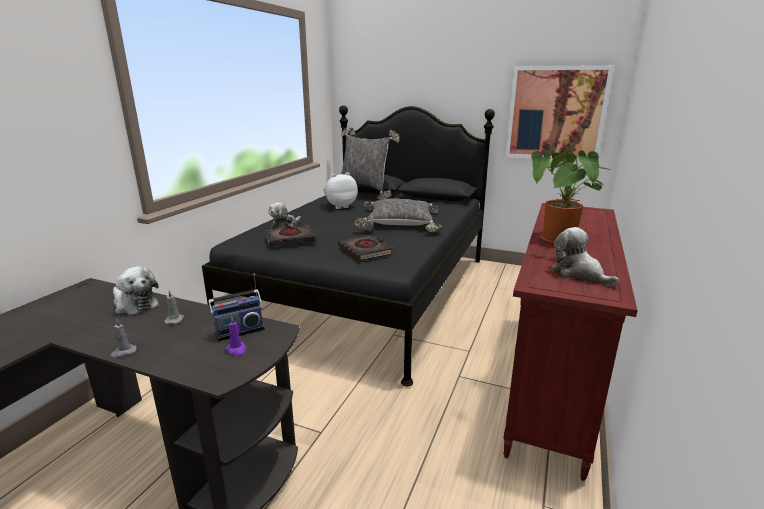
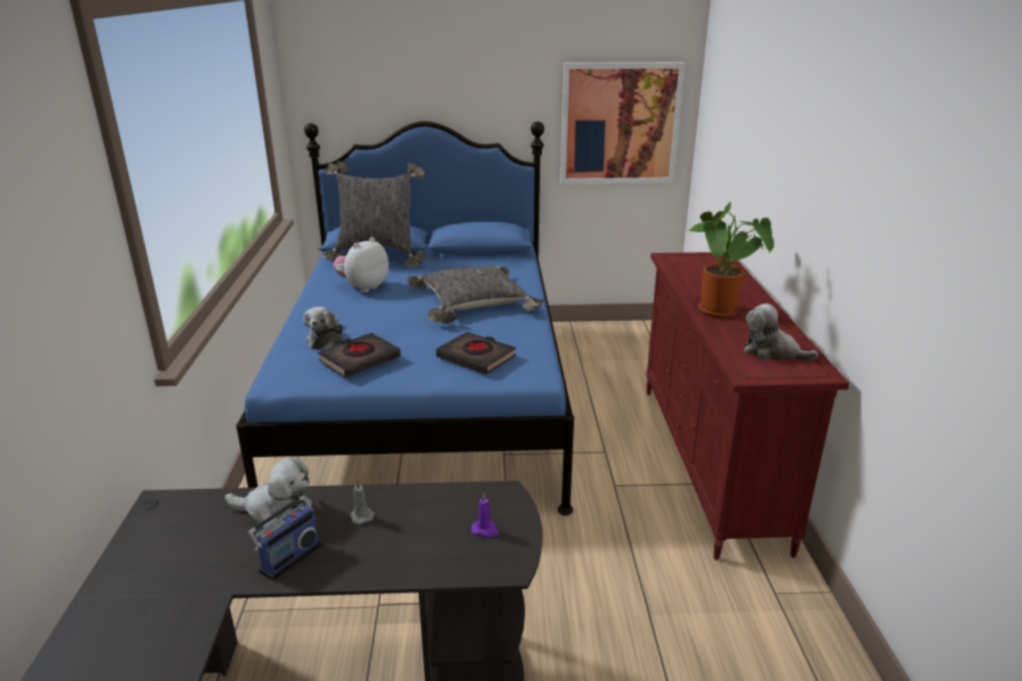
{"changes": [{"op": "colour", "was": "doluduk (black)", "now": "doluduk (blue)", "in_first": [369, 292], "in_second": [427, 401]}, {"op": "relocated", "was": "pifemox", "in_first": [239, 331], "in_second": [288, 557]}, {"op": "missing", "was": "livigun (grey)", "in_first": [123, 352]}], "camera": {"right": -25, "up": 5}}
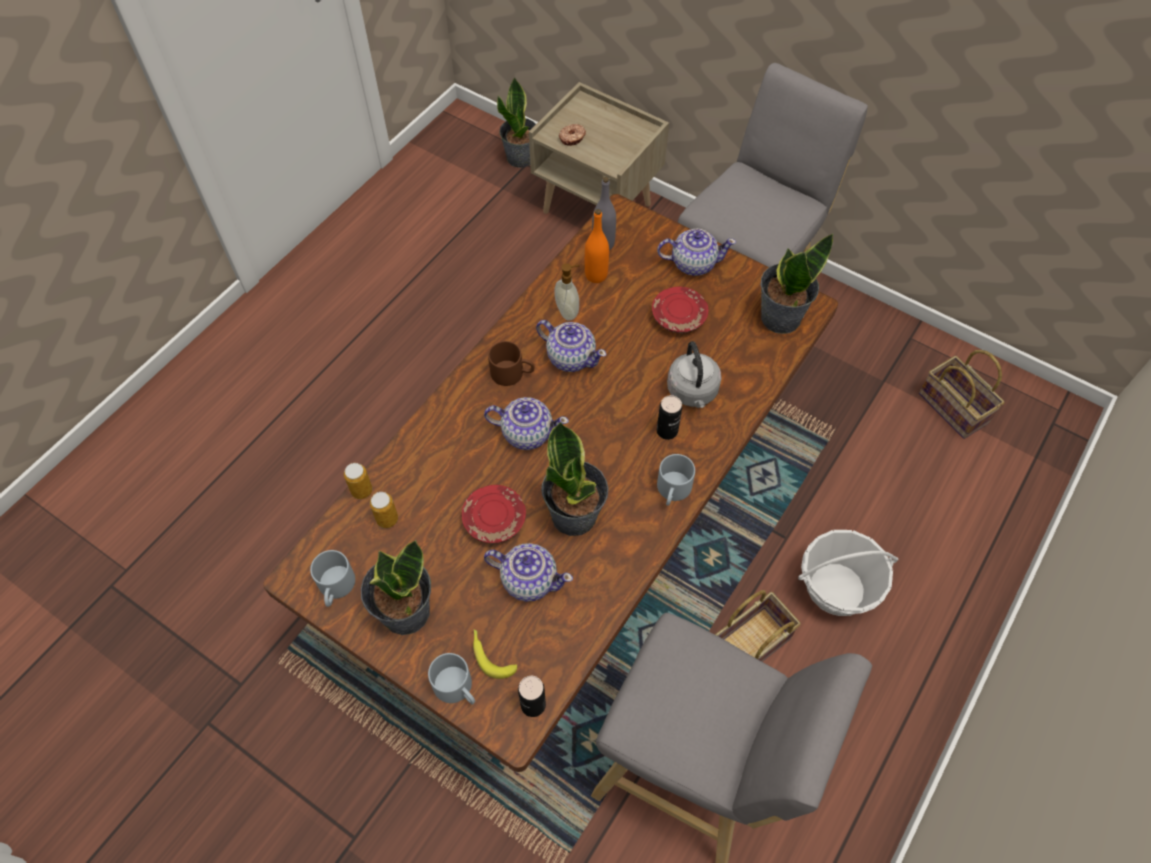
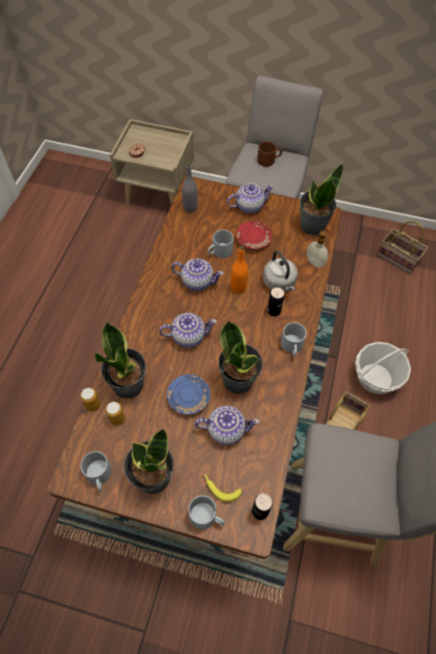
{"changes": [{"op": "relocated", "was": "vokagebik", "in_first": [521, 158], "in_second": [129, 384]}, {"op": "relocated", "was": "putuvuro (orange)", "in_first": [596, 275], "in_second": [238, 288]}, {"op": "relocated", "was": "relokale", "in_first": [568, 311], "in_second": [315, 262]}, {"op": "relocated", "was": "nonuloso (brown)", "in_first": [512, 373], "in_second": [269, 160]}, {"op": "colour", "was": "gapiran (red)", "now": "gapiran (blue)", "in_first": [495, 520], "in_second": [189, 398]}, {"op": "appeared", "now": "nonuloso (grey)", "in_second": [219, 252]}], "camera": {"right": -20, "up": 0}}
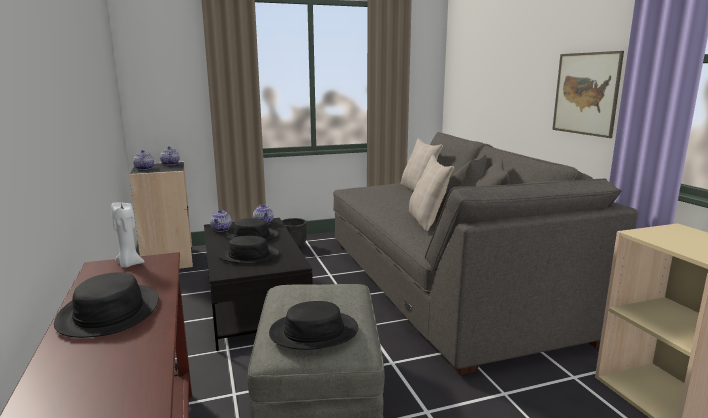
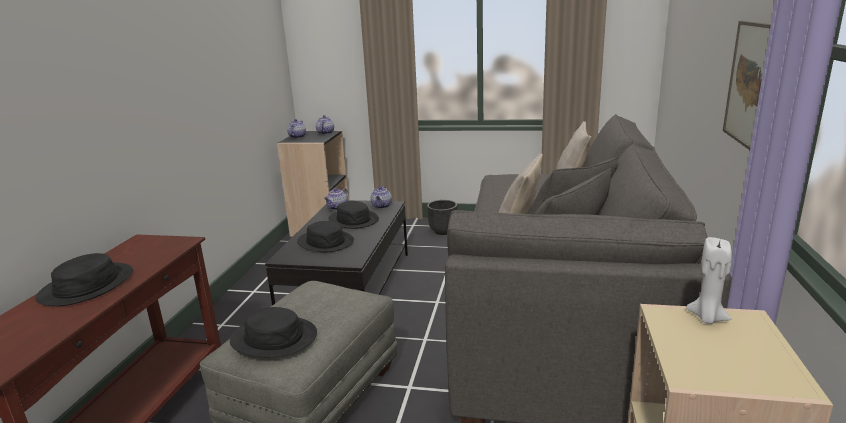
{"changes": [{"op": "relocated", "was": "livigun (white)", "in_first": [129, 264], "in_second": [707, 318]}], "camera": {"right": 30, "up": 5}}
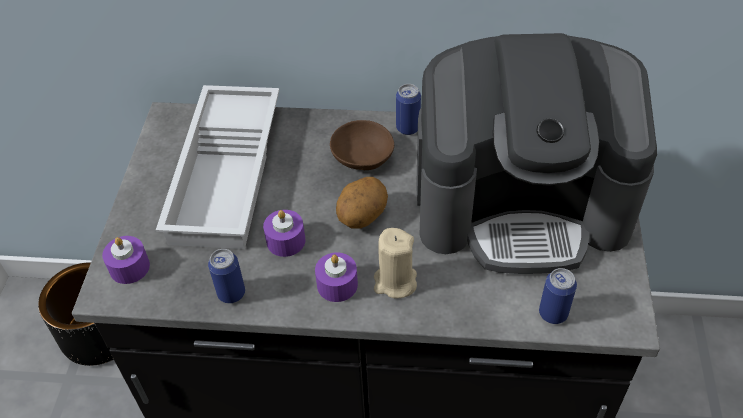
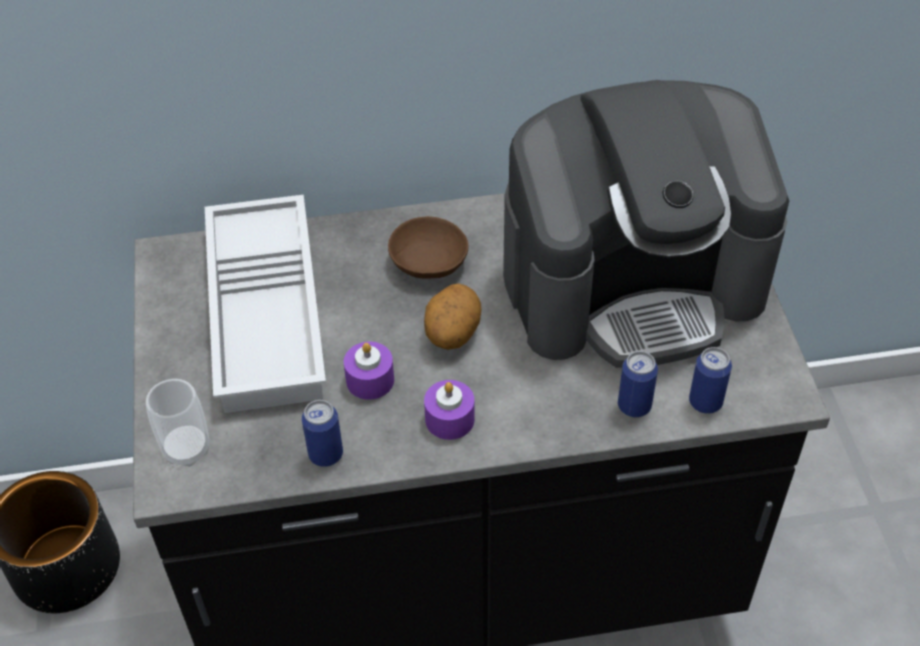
{"changes": [{"op": "relocated", "was": "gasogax", "in_first": [408, 128], "in_second": [634, 406]}, {"op": "missing", "was": "livigun (beige)", "in_first": [395, 282]}, {"op": "exchanged", "was": "livigun (purple)", "now": "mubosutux", "in_first": [129, 267], "in_second": [186, 449]}], "camera": {"right": -15, "up": 0}}
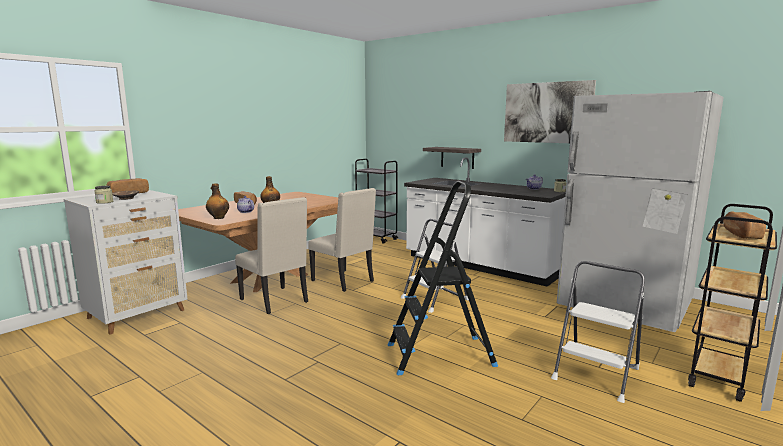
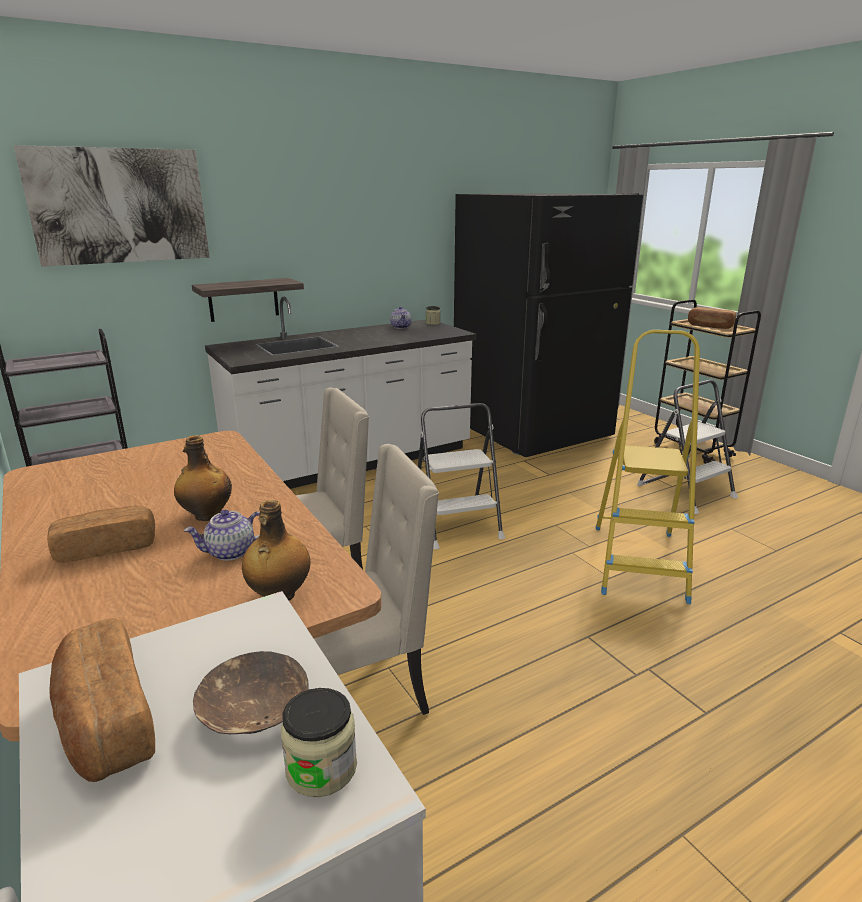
{"changes": [{"op": "relocated", "was": "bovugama", "in_first": [547, 112], "in_second": [120, 206]}, {"op": "colour", "was": "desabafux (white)", "now": "desabafux (black)", "in_first": [626, 303], "in_second": [532, 430]}, {"op": "colour", "was": "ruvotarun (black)", "now": "ruvotarun (yellow)", "in_first": [439, 355], "in_second": [638, 562]}], "camera": {"right": -70, "up": 10}}
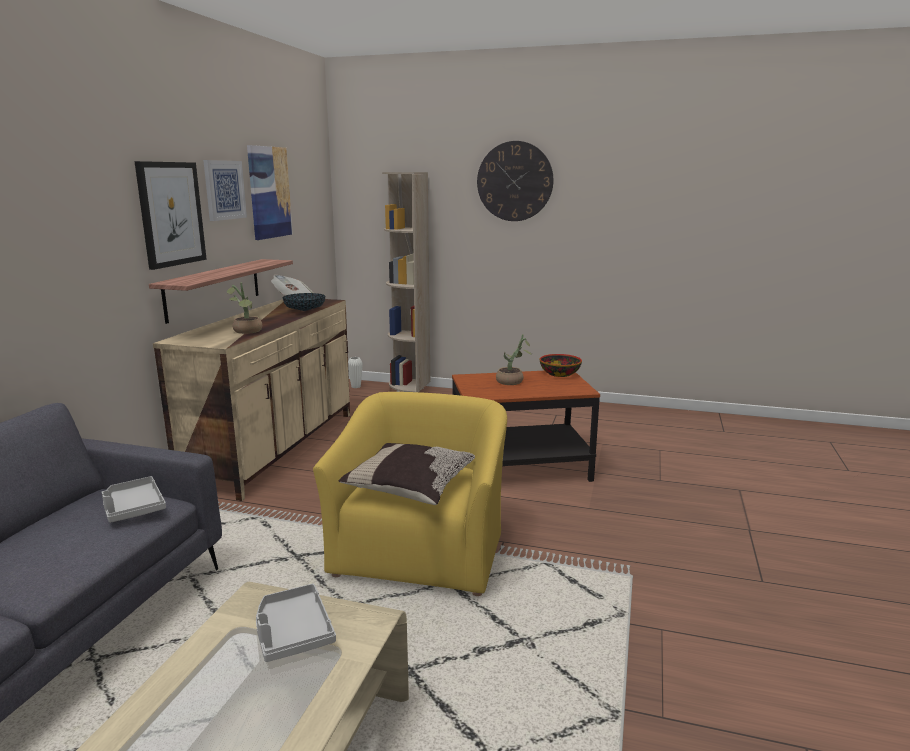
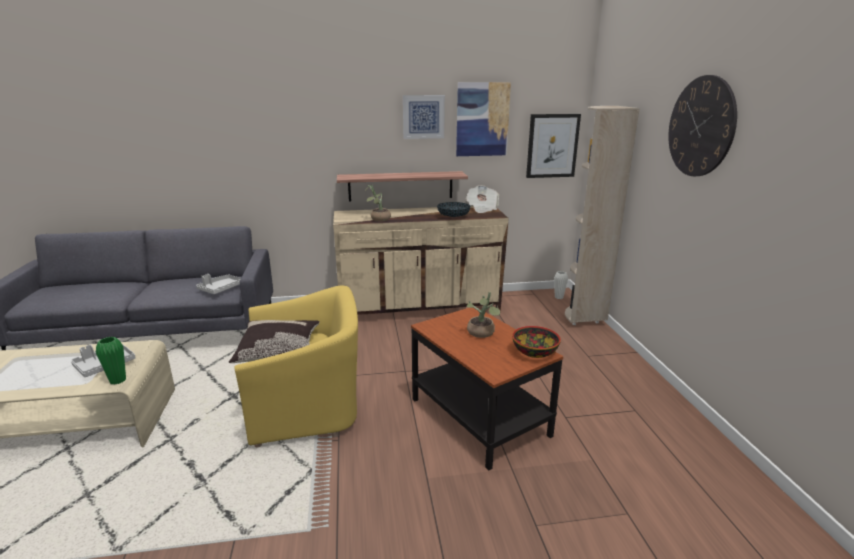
{"changes": [{"op": "relocated", "was": "bovugama", "in_first": [171, 214], "in_second": [552, 146]}, {"op": "appeared", "now": "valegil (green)", "in_second": [118, 380]}], "camera": {"right": 65, "up": 5}}
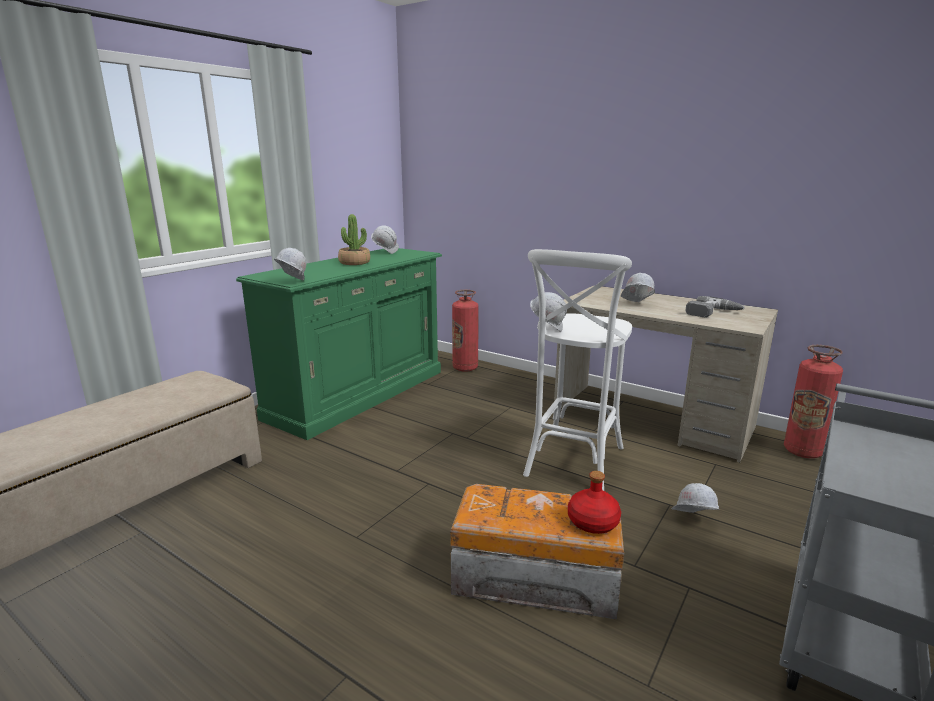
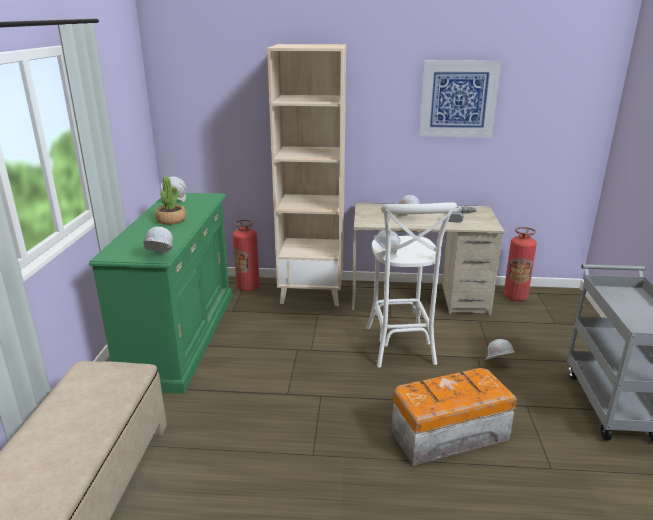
{"changes": [{"op": "missing", "was": "putuvuro (red)", "in_first": [593, 522]}, {"op": "appeared", "now": "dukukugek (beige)", "in_second": [312, 293]}, {"op": "appeared", "now": "bovugama", "in_second": [458, 99]}], "camera": {"right": -30, "up": 5}}
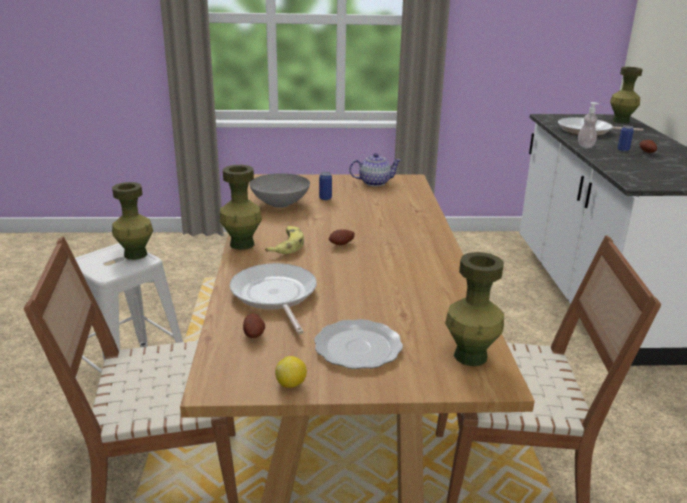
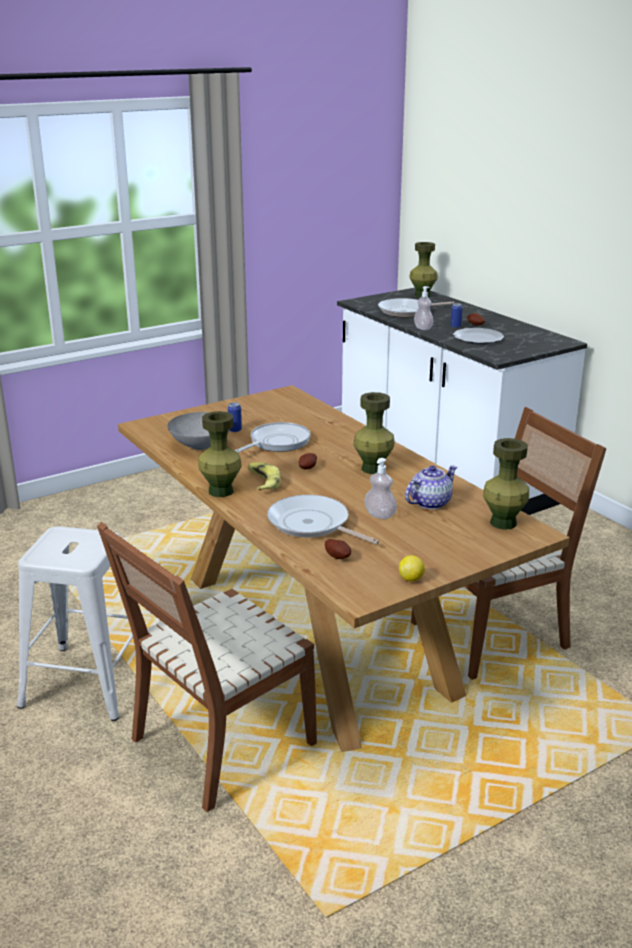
{"changes": [{"op": "relocated", "was": "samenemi", "in_first": [374, 182], "in_second": [429, 503]}, {"op": "relocated", "was": "valegil (green)", "in_first": [135, 254], "in_second": [373, 469]}, {"op": "relocated", "was": "gapiran", "in_first": [357, 348], "in_second": [478, 338]}, {"op": "appeared", "now": "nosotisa", "in_second": [277, 442]}, {"op": "appeared", "now": "relokale", "in_second": [380, 515]}], "camera": {"right": -30, "up": 0}}
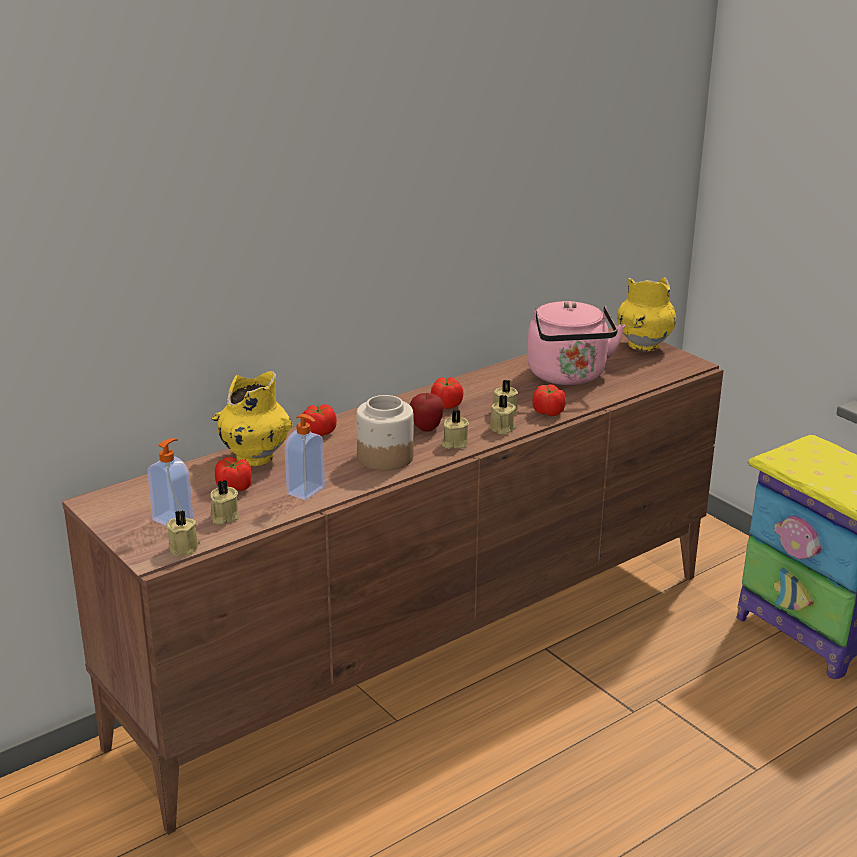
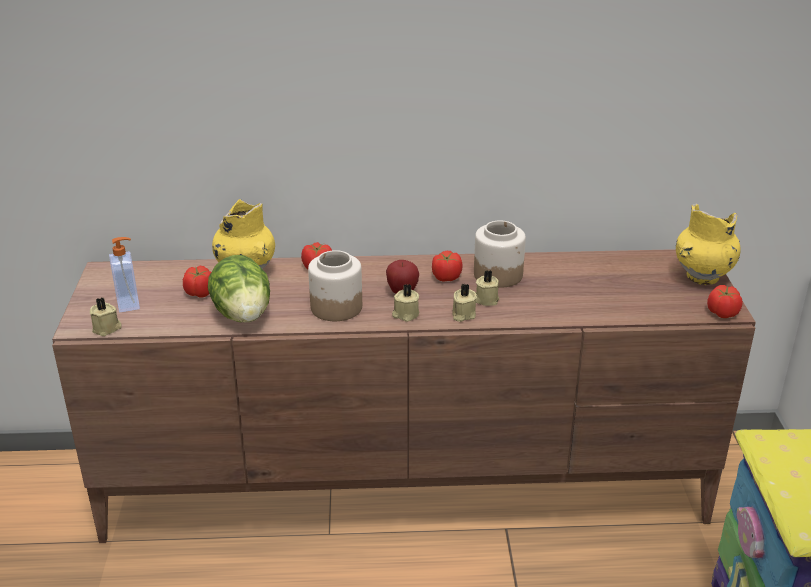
{"changes": [{"op": "missing", "was": "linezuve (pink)", "in_first": [568, 377]}, {"op": "relocated", "was": "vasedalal", "in_first": [548, 412], "in_second": [722, 313]}, {"op": "exchanged", "was": "relokale", "now": "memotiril", "in_first": [307, 491], "in_second": [243, 315]}, {"op": "missing", "was": "livigun (beige)", "in_first": [223, 517]}, {"op": "appeared", "now": "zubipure", "in_second": [498, 275]}], "camera": {"right": 35, "up": 5}}
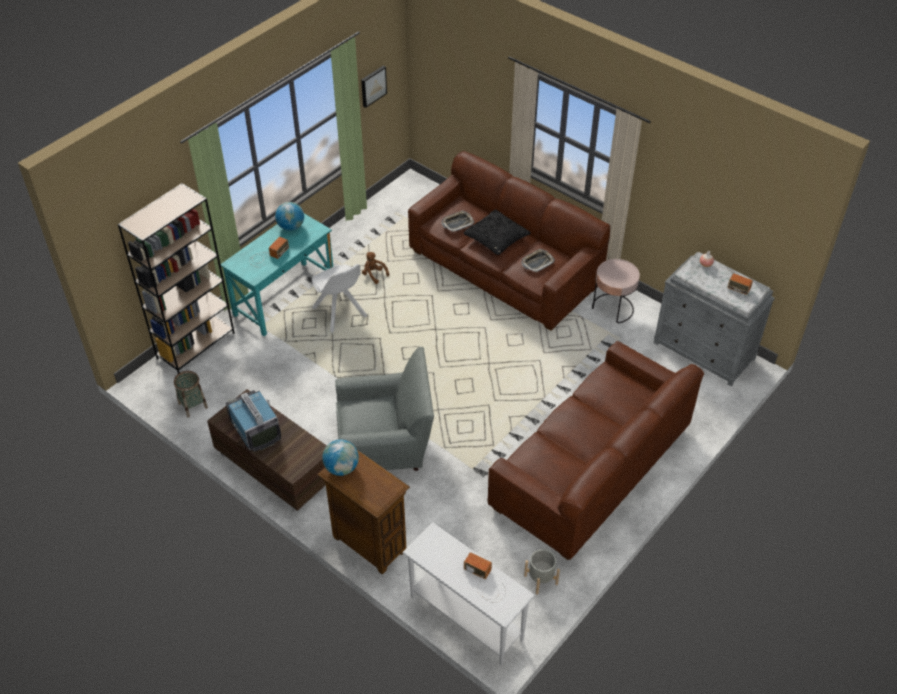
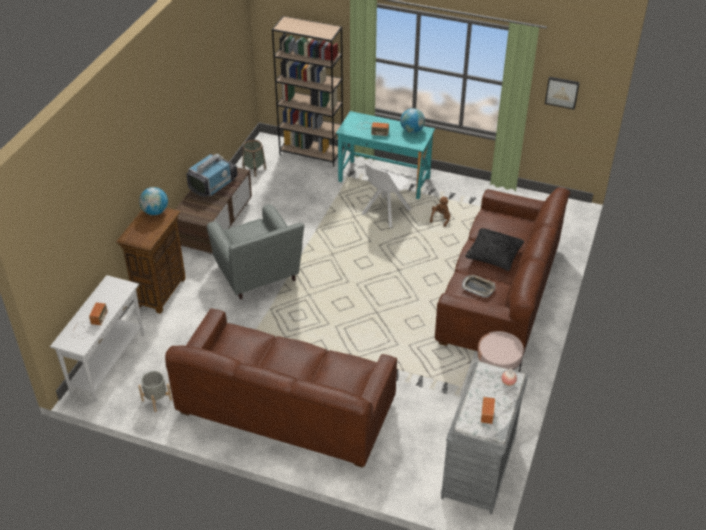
{"changes": [{"op": "missing", "was": "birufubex", "in_first": [457, 223]}], "camera": {"right": 70, "up": -5}}
